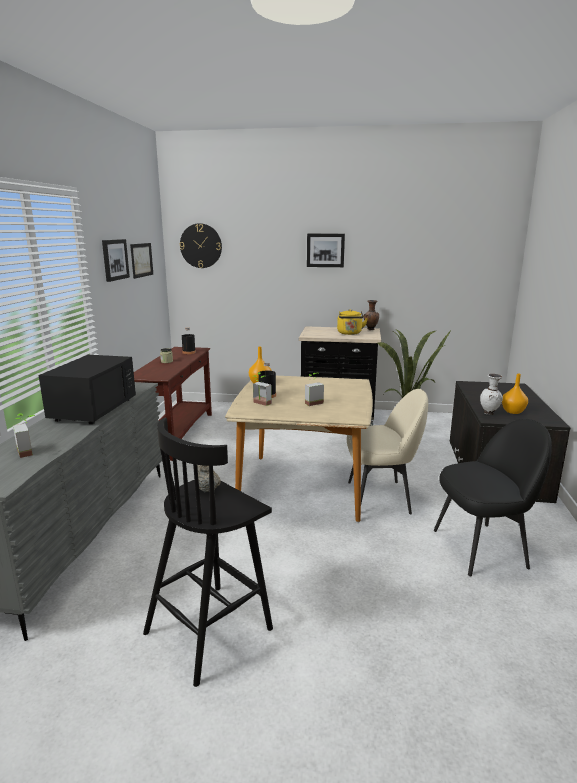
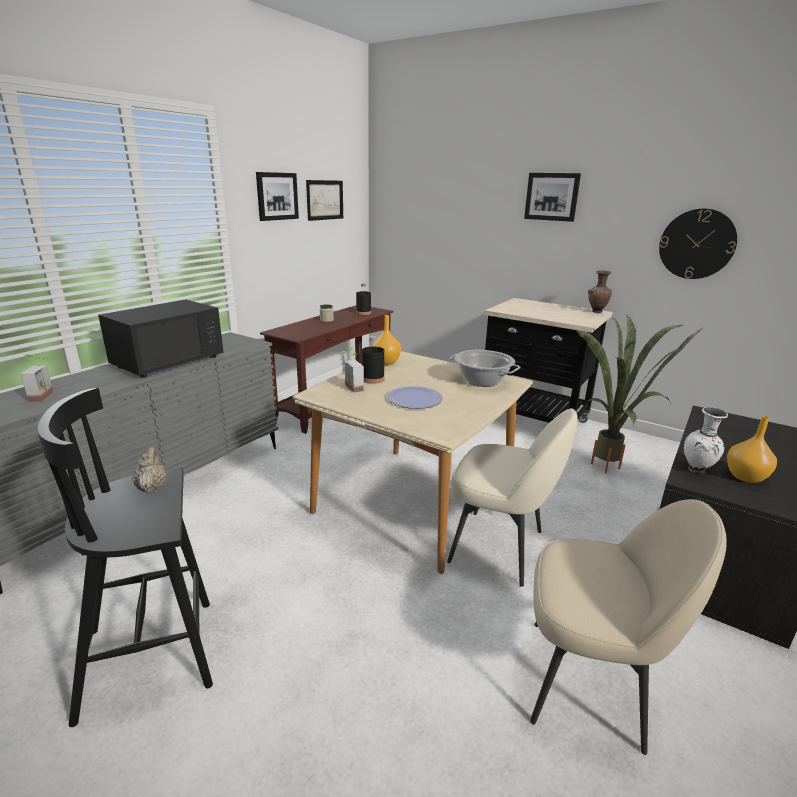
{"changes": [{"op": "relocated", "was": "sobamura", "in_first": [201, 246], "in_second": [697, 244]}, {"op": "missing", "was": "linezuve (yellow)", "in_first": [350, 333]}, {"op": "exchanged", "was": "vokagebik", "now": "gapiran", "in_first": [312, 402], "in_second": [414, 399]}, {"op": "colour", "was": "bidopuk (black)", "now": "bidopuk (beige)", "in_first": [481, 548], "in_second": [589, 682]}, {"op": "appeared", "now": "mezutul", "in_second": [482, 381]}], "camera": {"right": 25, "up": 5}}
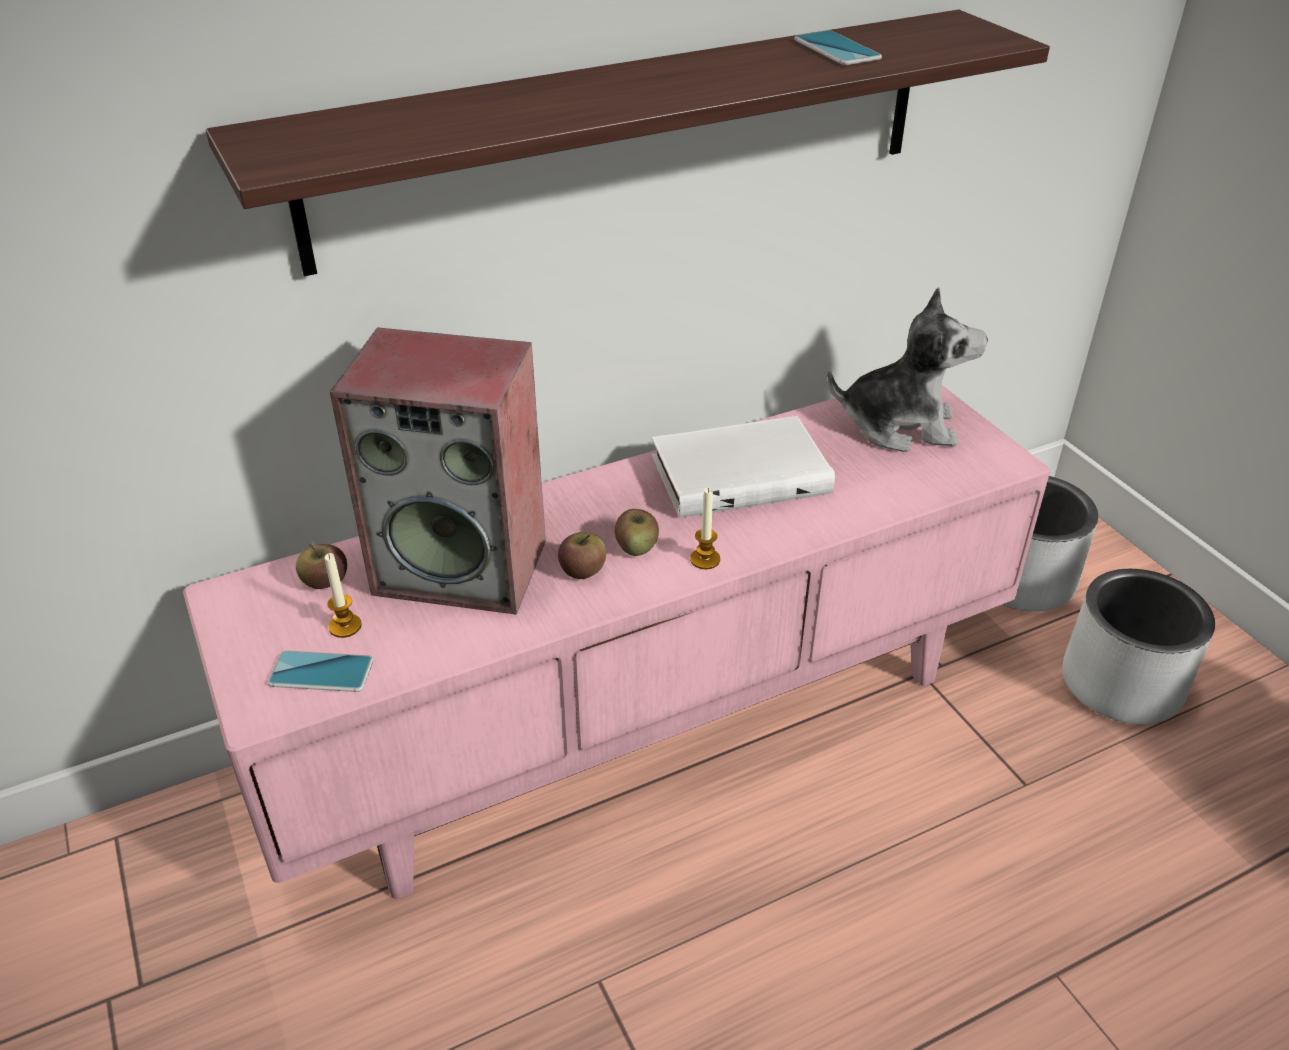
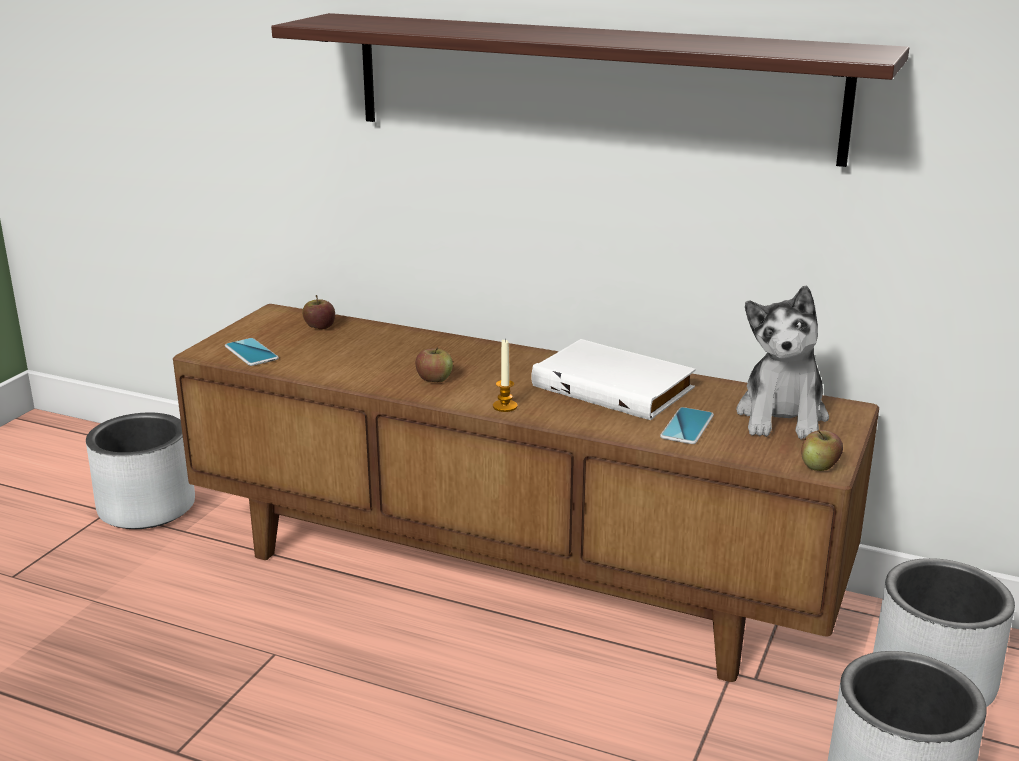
{"changes": [{"op": "relocated", "was": "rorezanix", "in_first": [836, 50], "in_second": [687, 427]}, {"op": "spun", "was": "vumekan", "in_first": [900, 425], "in_second": [782, 416], "clockwise": 45}, {"op": "missing", "was": "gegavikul", "in_first": [464, 566]}, {"op": "colour", "was": "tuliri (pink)", "now": "tuliri (brown)", "in_first": [645, 707], "in_second": [513, 568]}, {"op": "relocated", "was": "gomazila", "in_first": [636, 547], "in_second": [819, 466]}, {"op": "missing", "was": "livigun", "in_first": [345, 626]}, {"op": "appeared", "now": "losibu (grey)", "in_second": [147, 507]}], "camera": {"right": 50, "up": -15}}
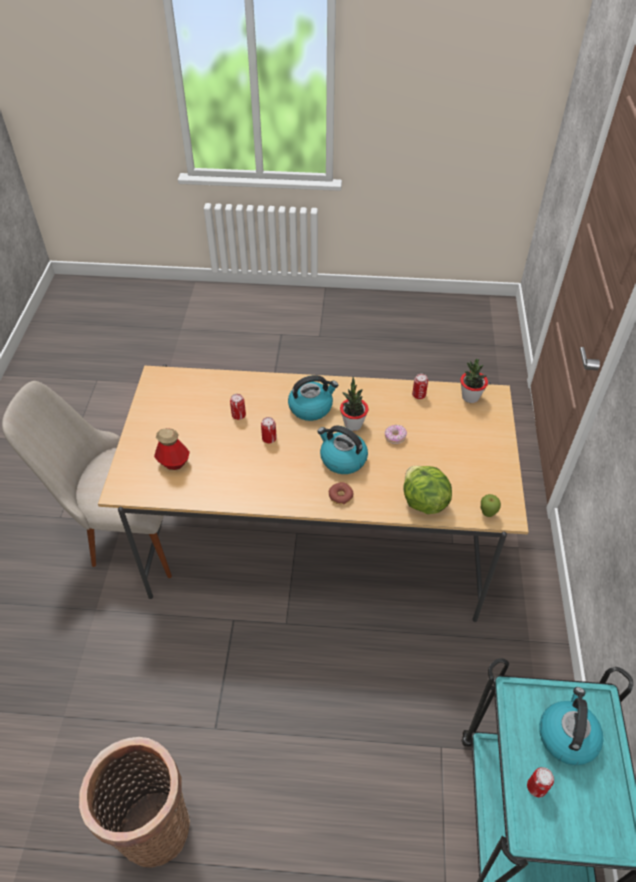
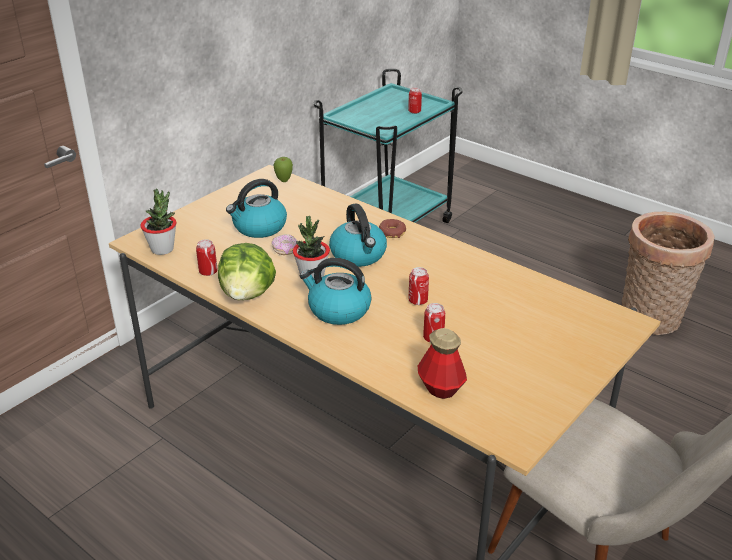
{"changes": [{"op": "relocated", "was": "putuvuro", "in_first": [173, 462], "in_second": [440, 388]}, {"op": "relocated", "was": "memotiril", "in_first": [423, 502], "in_second": [248, 294]}, {"op": "relocated", "was": "linezuve", "in_first": [566, 735], "in_second": [259, 227]}], "camera": {"right": -145, "up": -15}}
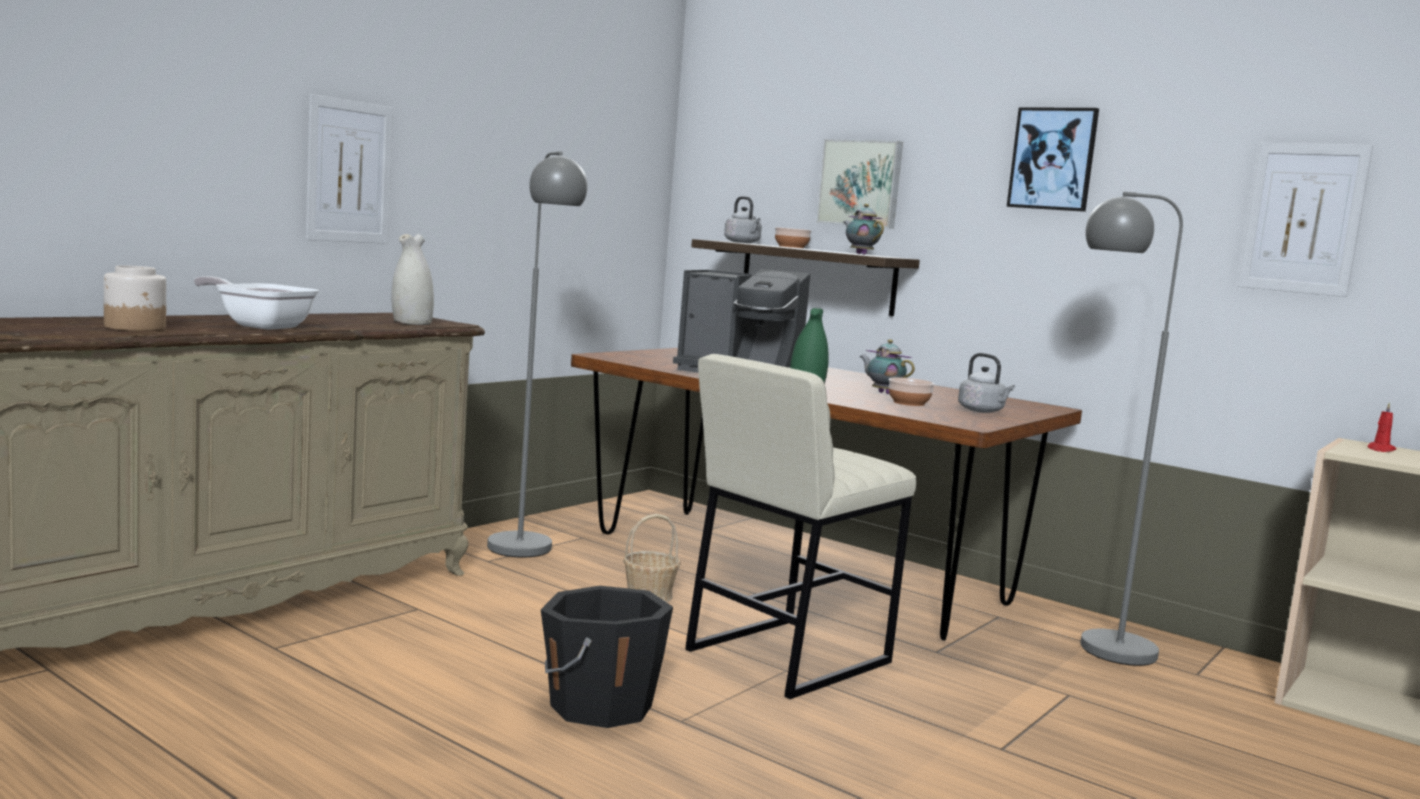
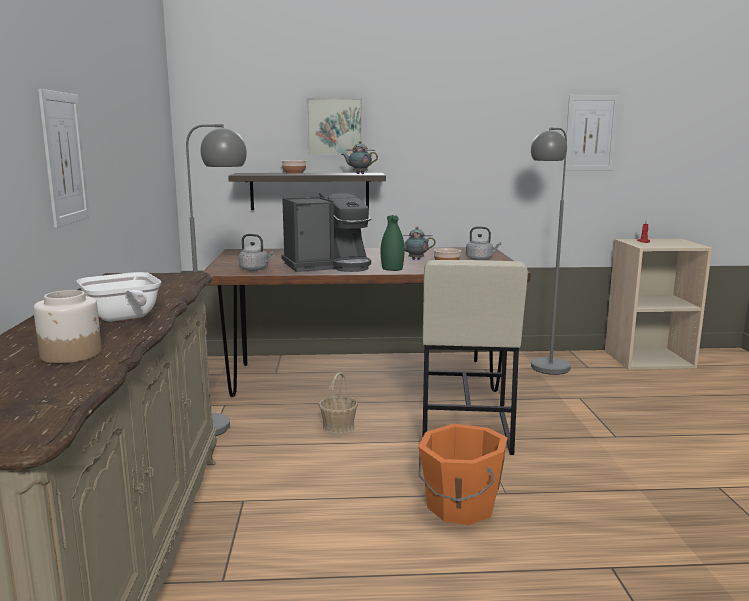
{"changes": [{"op": "missing", "was": "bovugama", "in_first": [1053, 159]}, {"op": "relocated", "was": "linezuve (grey)", "in_first": [743, 242], "in_second": [255, 269]}, {"op": "missing", "was": "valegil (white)", "in_first": [411, 323]}, {"op": "spun", "was": "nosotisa", "in_first": [260, 326], "in_second": [123, 318], "clockwise": -105}, {"op": "colour", "was": "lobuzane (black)", "now": "lobuzane (orange)", "in_first": [599, 705], "in_second": [459, 506]}], "camera": {"right": -40, "up": 5}}
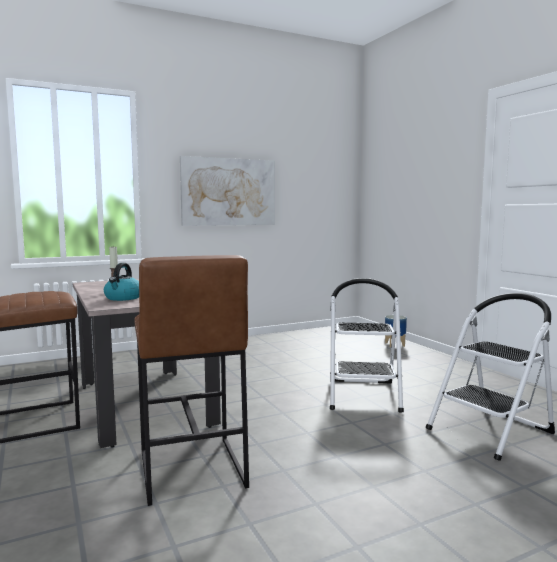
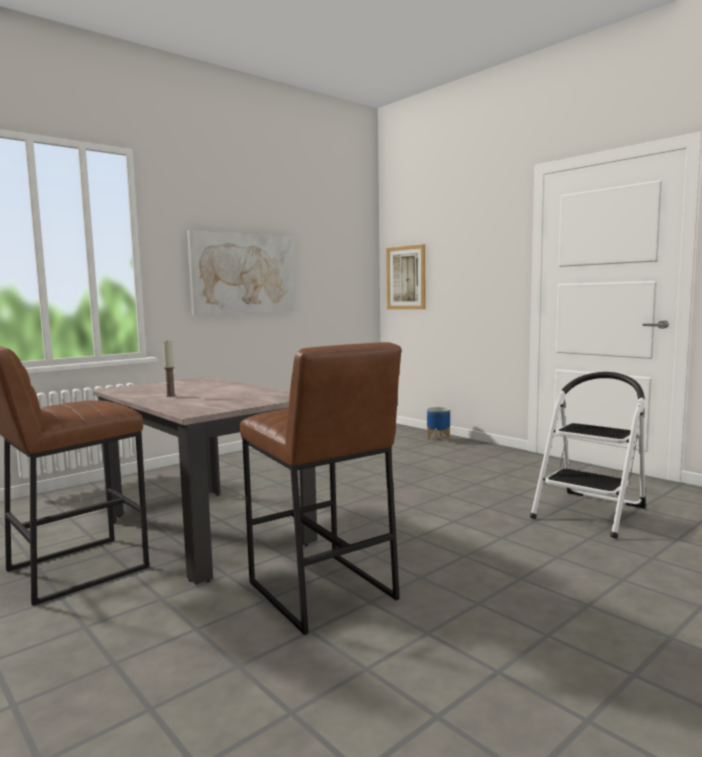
{"changes": [{"op": "missing", "was": "linezuve", "in_first": [123, 298]}, {"op": "missing", "was": "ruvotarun", "in_first": [363, 394]}, {"op": "appeared", "now": "bovugama", "in_second": [406, 278]}], "camera": {"right": -15, "up": 0}}
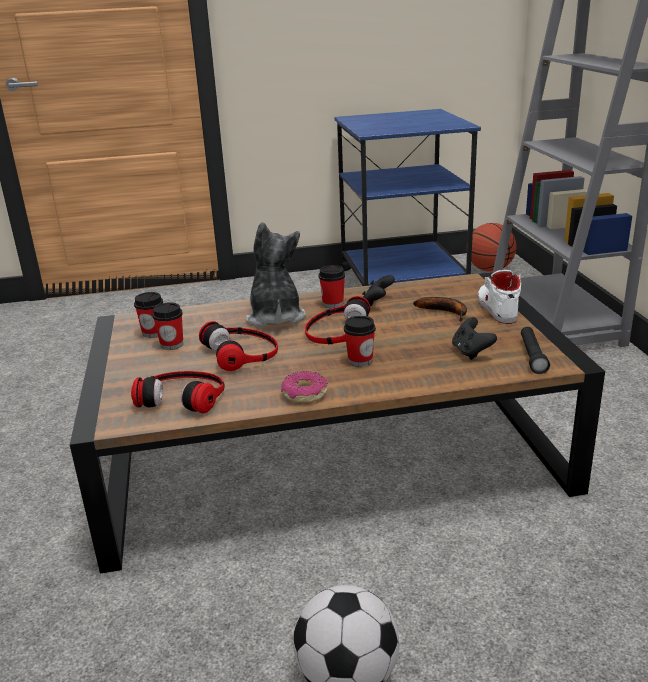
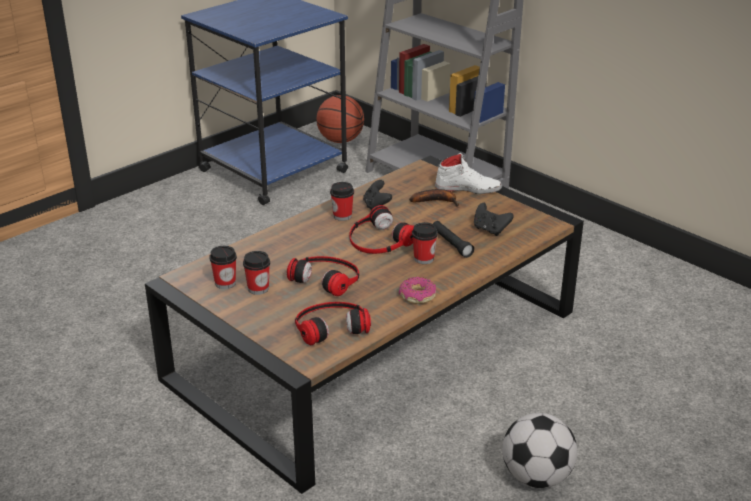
{"changes": [{"op": "missing", "was": "vumekan", "in_first": [275, 316]}, {"op": "spun", "was": "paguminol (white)", "in_first": [496, 308], "in_second": [468, 188], "clockwise": 135}, {"op": "relocated", "was": "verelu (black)", "in_first": [532, 356], "in_second": [451, 244]}], "camera": {"right": -35, "up": 5}}
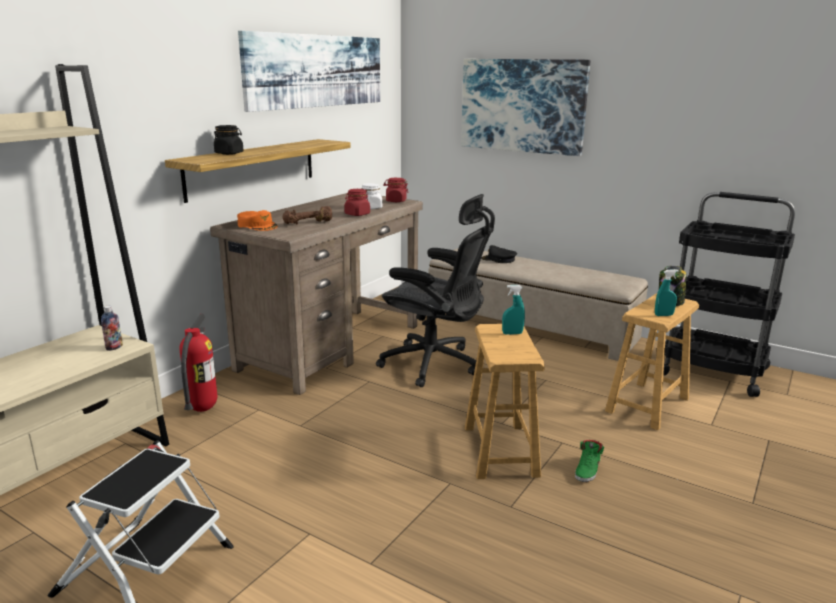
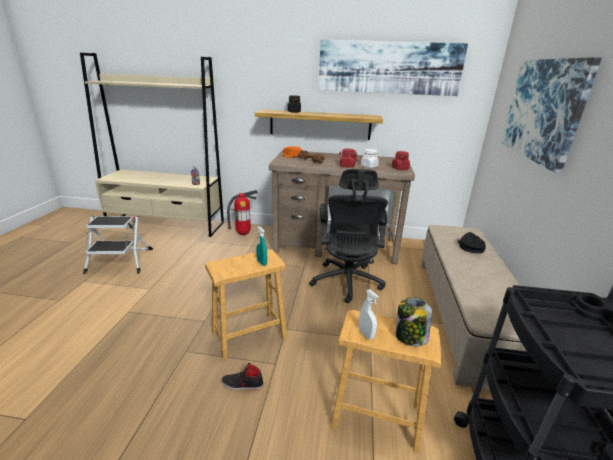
{"changes": [{"op": "colour", "was": "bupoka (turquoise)", "now": "bupoka (white)", "in_first": [664, 315], "in_second": [366, 334]}, {"op": "colour", "was": "paguminol (green)", "now": "paguminol (black)", "in_first": [588, 470], "in_second": [242, 384]}], "camera": {"right": 65, "up": 5}}
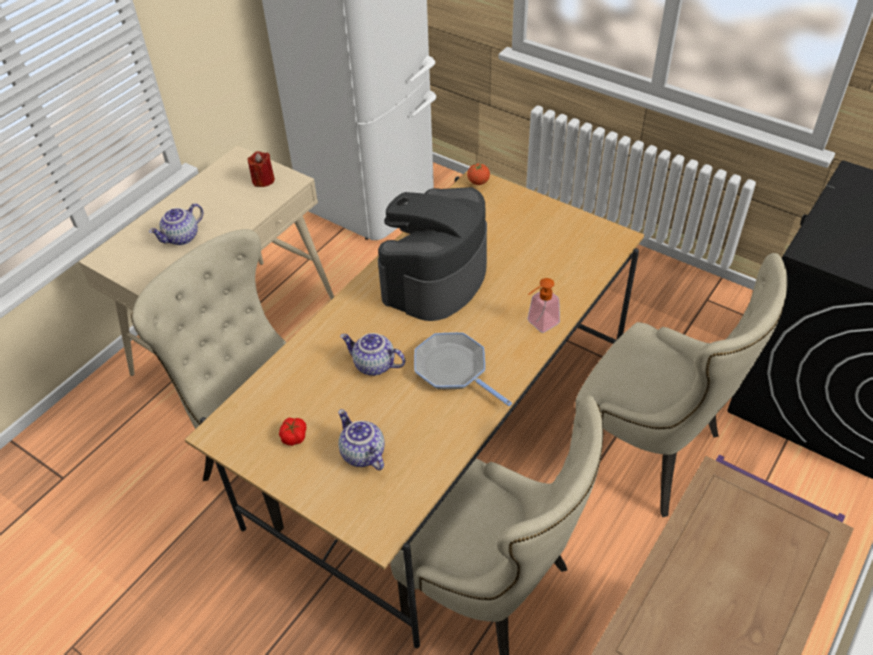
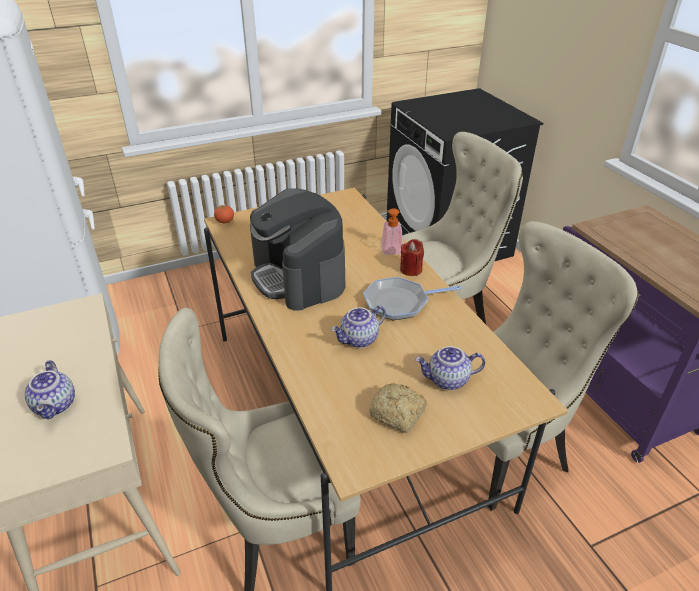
{"changes": [{"op": "relocated", "was": "livigun (red)", "in_first": [263, 180], "in_second": [411, 270]}, {"op": "exchanged", "was": "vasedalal", "now": "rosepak", "in_first": [294, 436], "in_second": [398, 415]}], "camera": {"right": -60, "up": -10}}
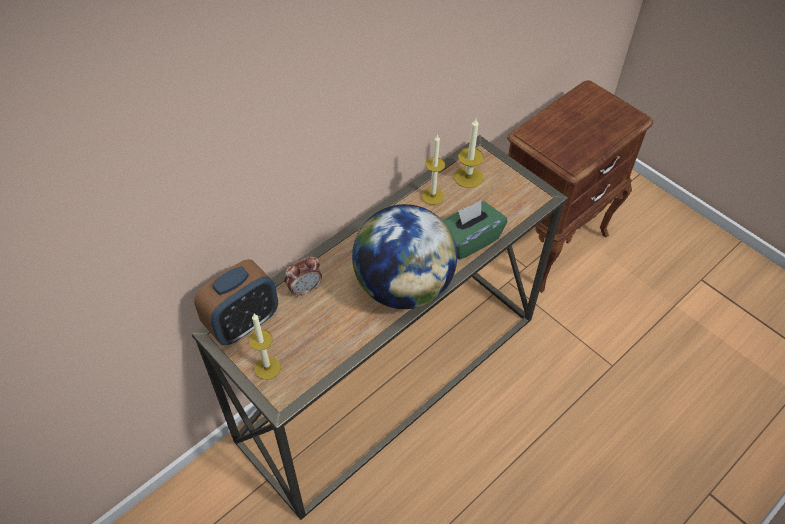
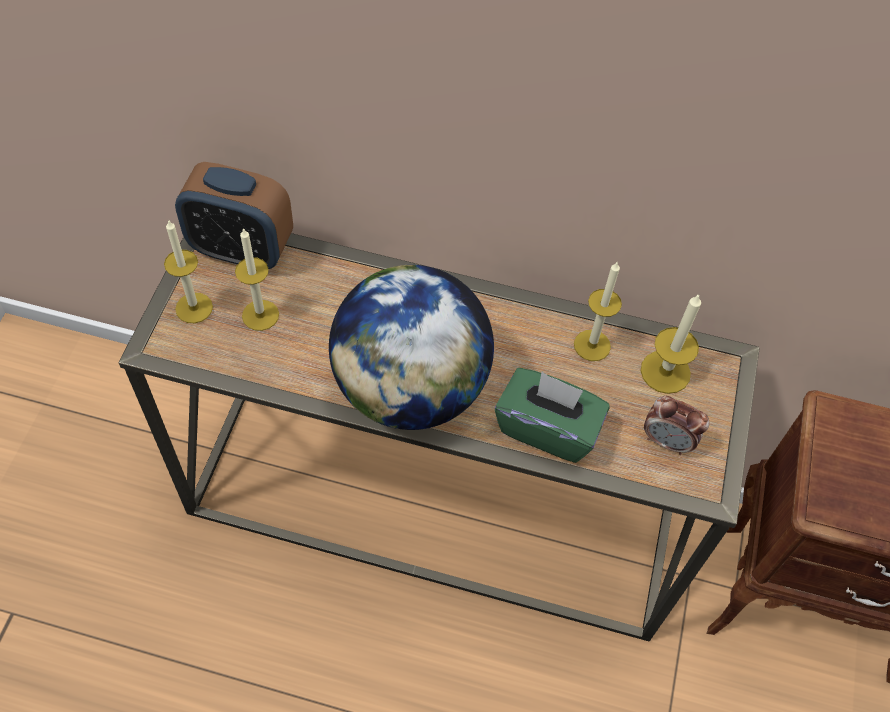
{"changes": [{"op": "relocated", "was": "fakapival", "in_first": [305, 289], "in_second": [667, 441]}, {"op": "appeared", "now": "livigun", "in_second": [260, 315]}], "camera": {"right": 55, "up": 5}}
